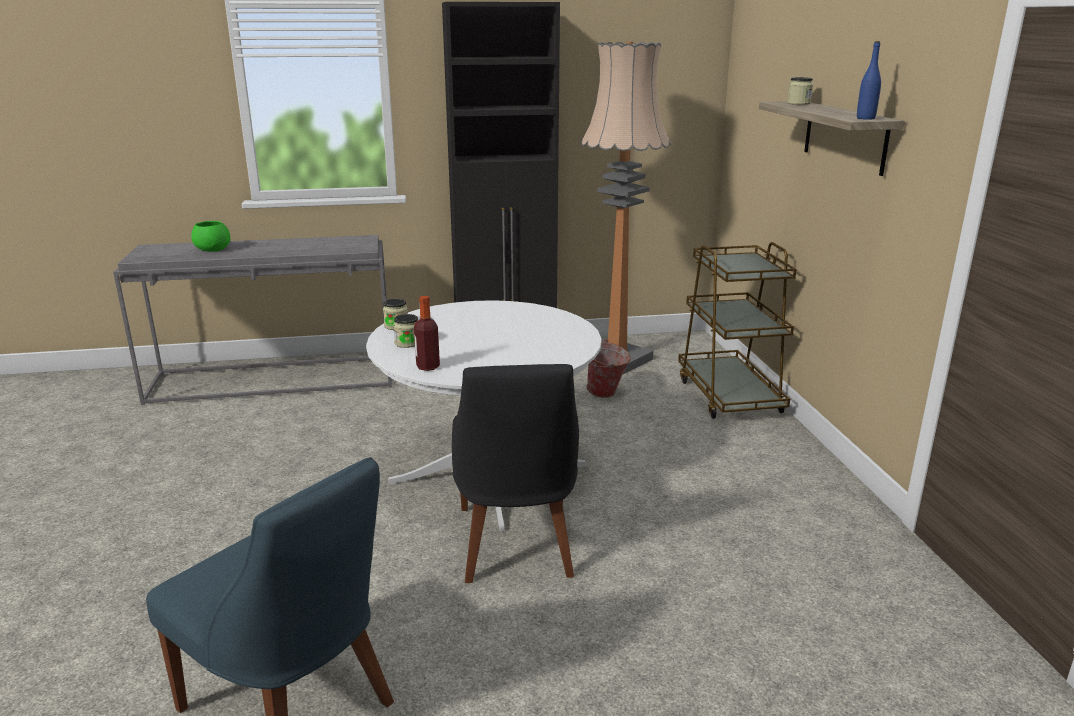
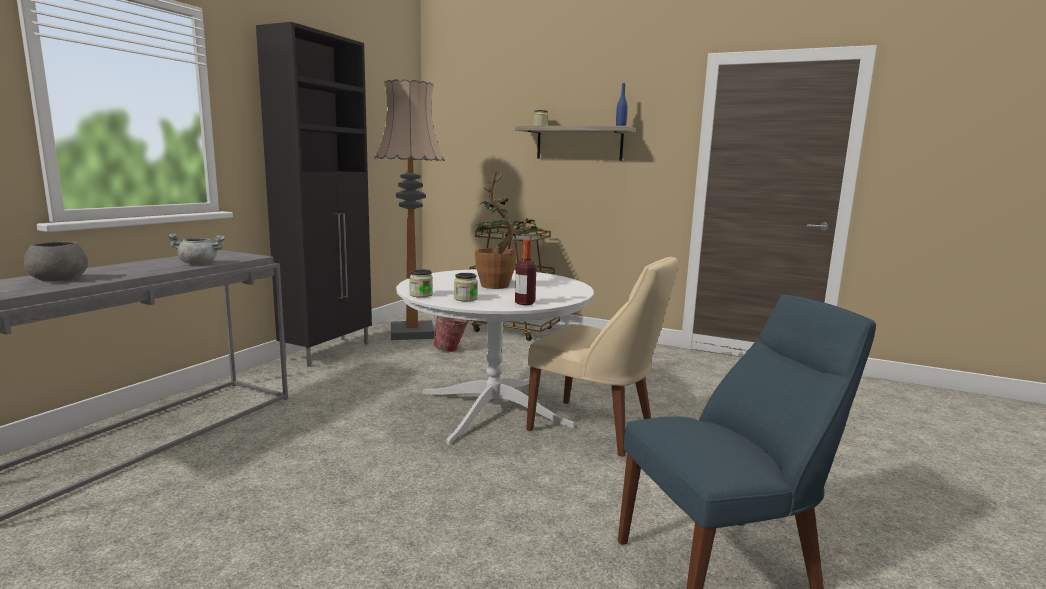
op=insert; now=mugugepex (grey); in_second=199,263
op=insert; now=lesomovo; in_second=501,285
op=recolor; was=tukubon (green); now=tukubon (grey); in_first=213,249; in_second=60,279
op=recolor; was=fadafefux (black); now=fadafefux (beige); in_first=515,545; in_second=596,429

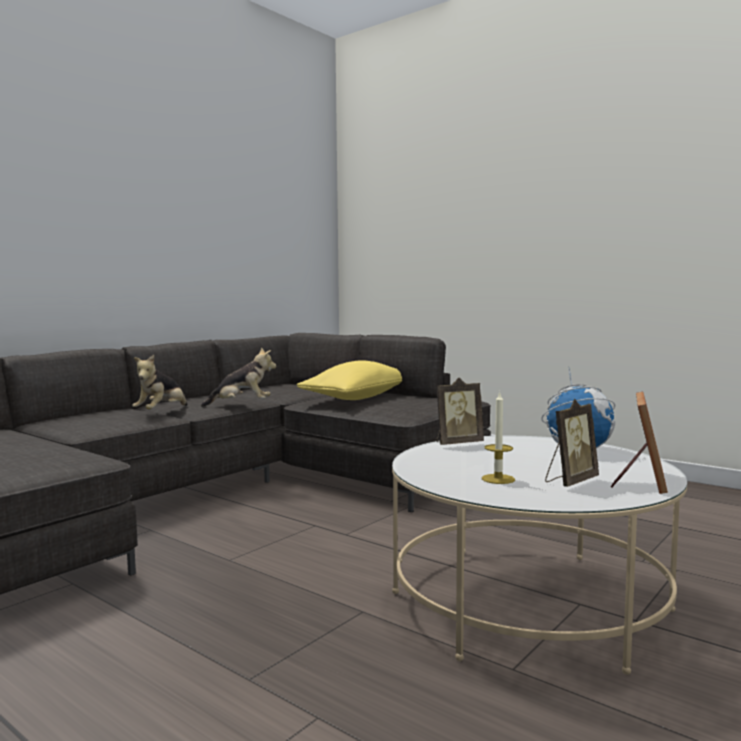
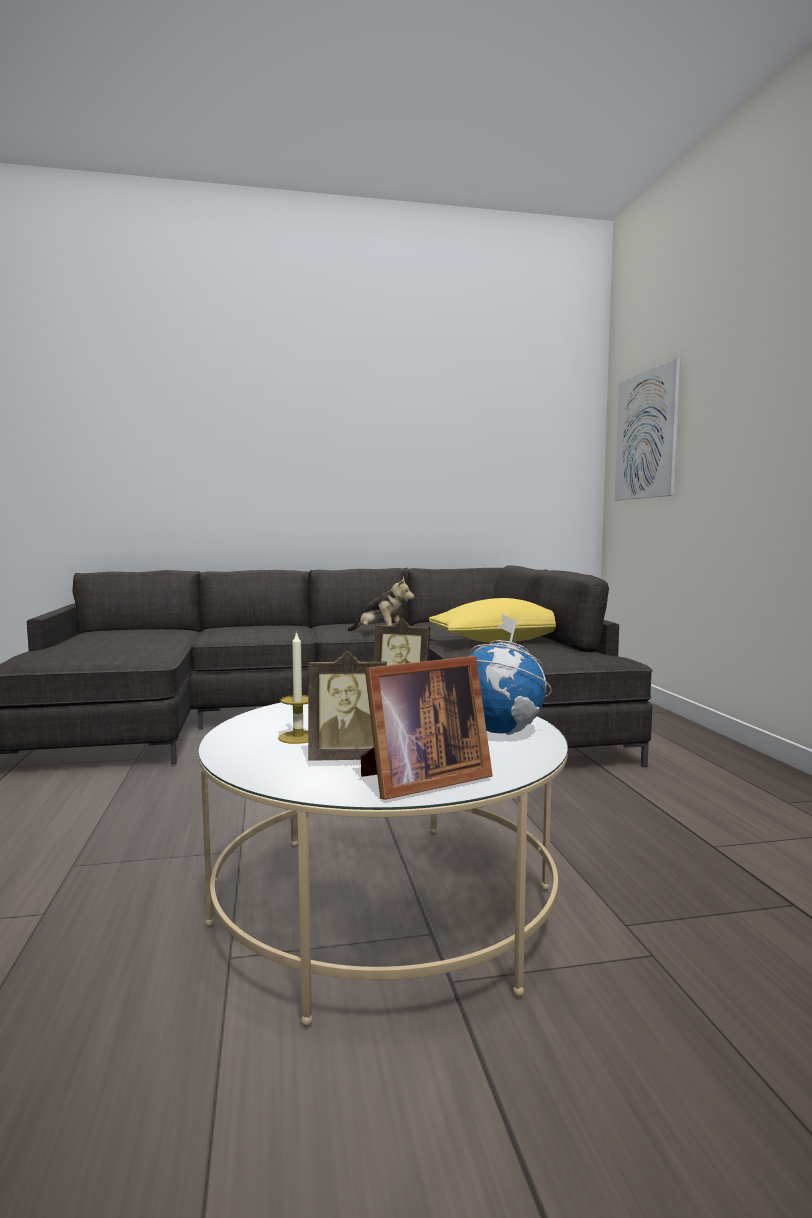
op=delete; was=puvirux; in_first=161,412
op=insert; now=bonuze; in_second=646,435

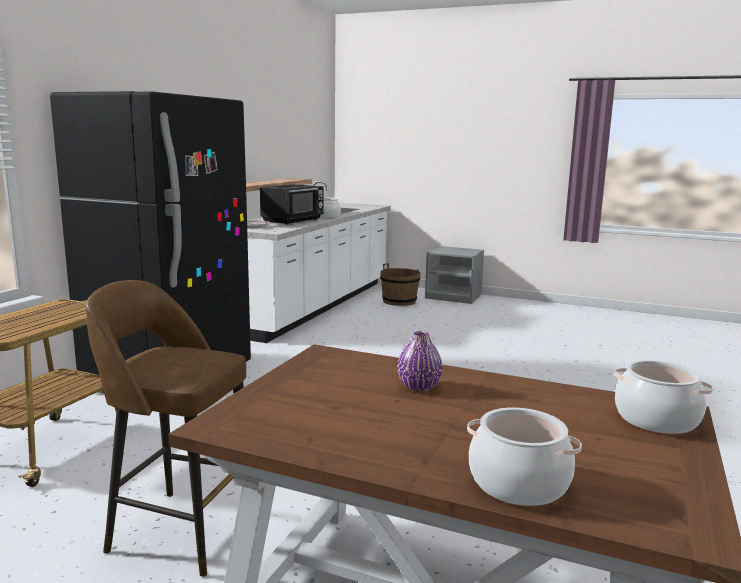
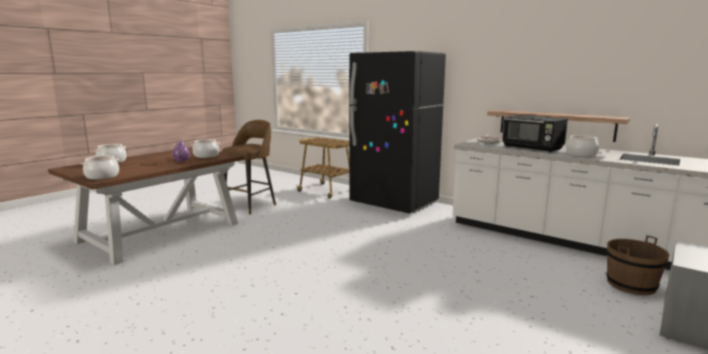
op=insert; now=mugugepex; in_second=206,156

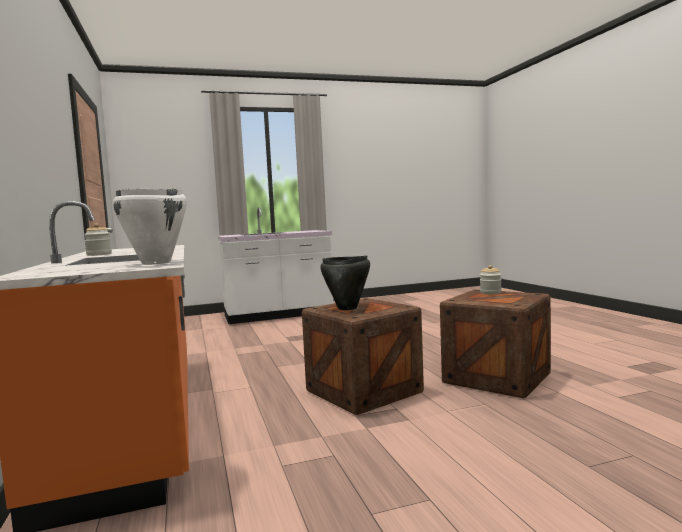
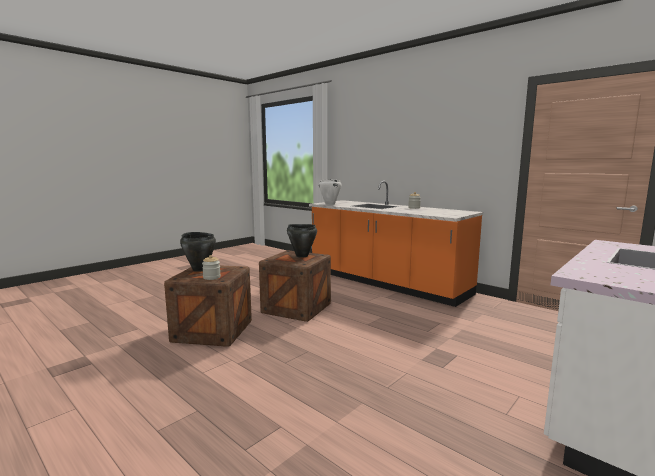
op=insert; now=mugugepex (black); in_second=200,269

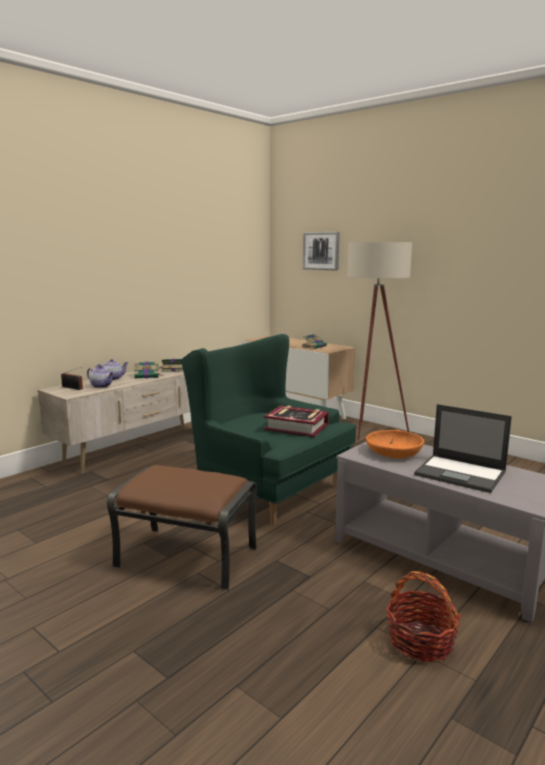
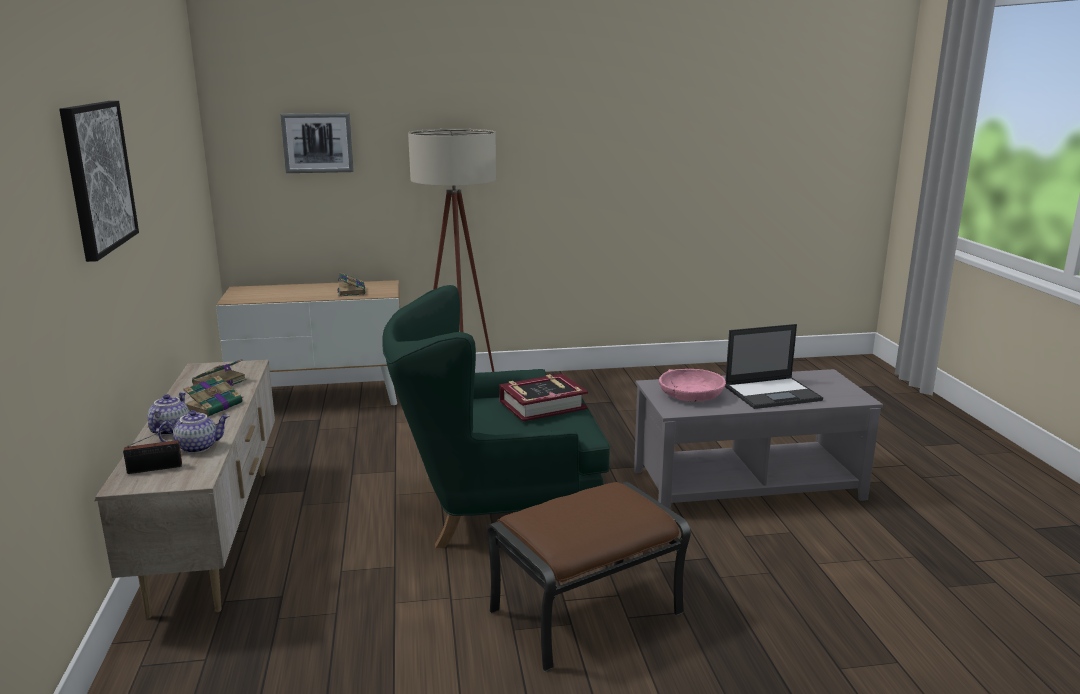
op=delete; was=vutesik; in_first=421,641
op=insert; now=bonuze; in_second=97,177
op=recolor; was=tukubon (orange); now=tukubon (pink); in_first=393,452; in_second=690,394

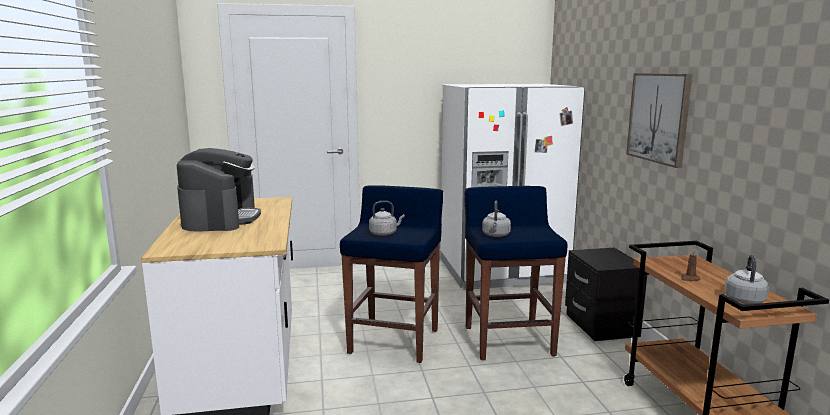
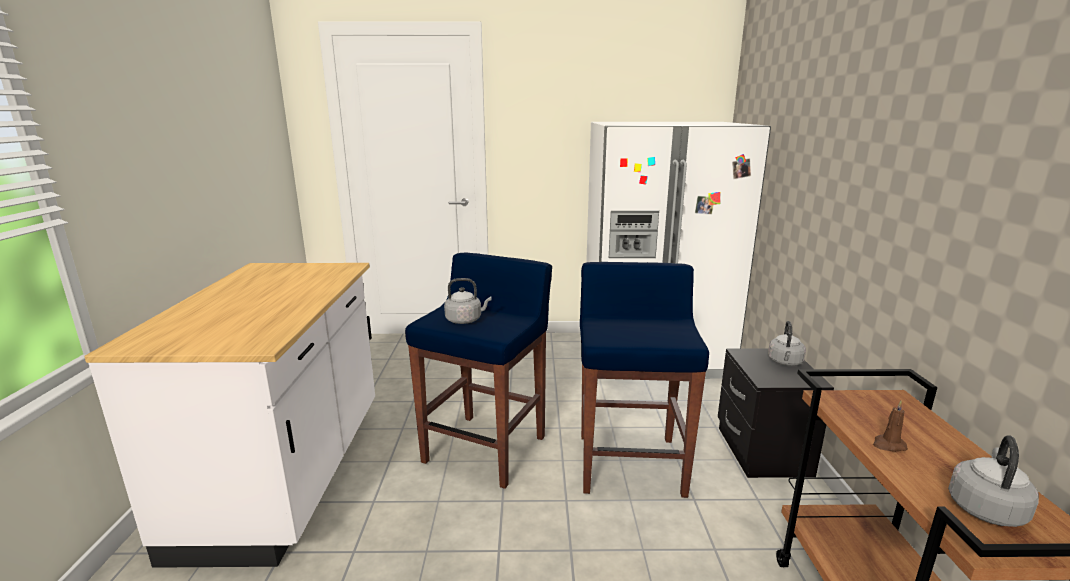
op=delete; was=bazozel; in_first=221,219
op=delete; was=bonuze; in_first=659,117
op=move; was=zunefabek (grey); in_first=496,235; in_second=785,362

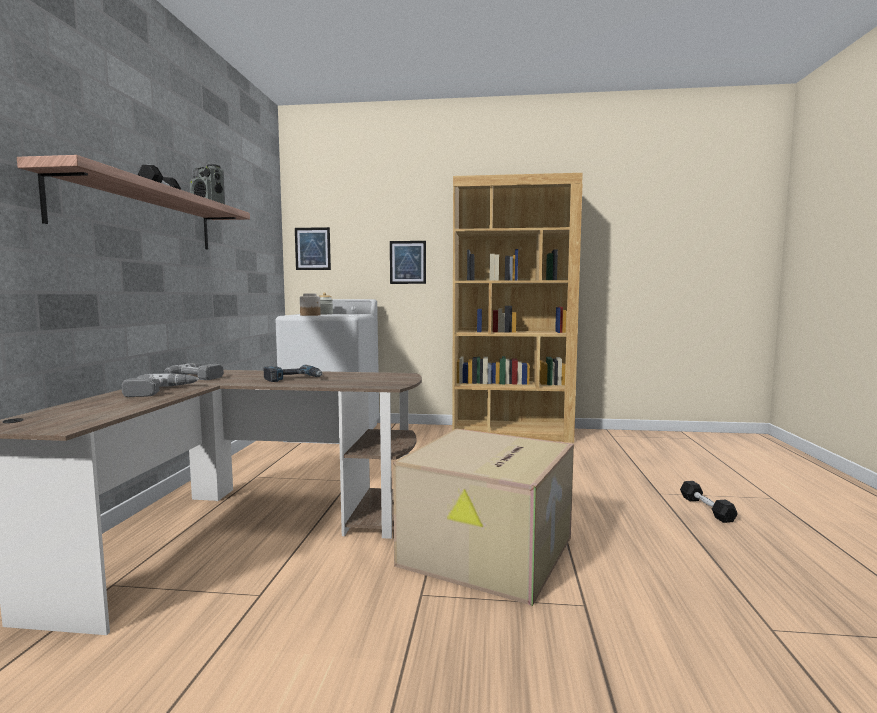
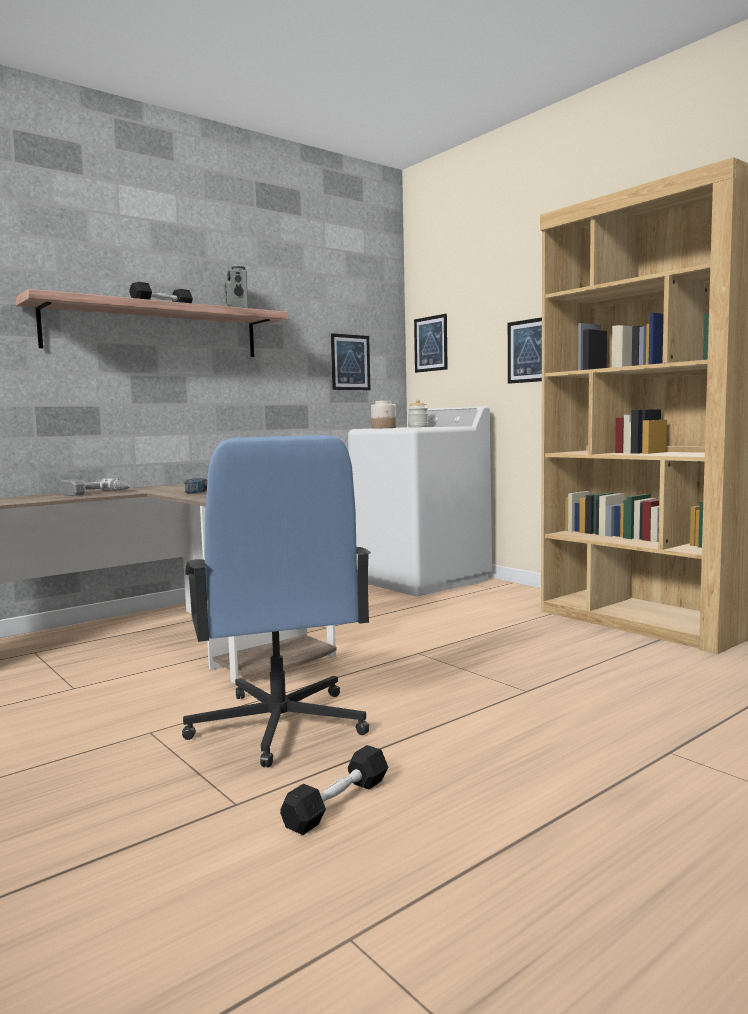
op=delete; was=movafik; in_first=201,376
op=insert; now=bonuze; in_second=350,362
op=move; was=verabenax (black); in_first=706,509; in_second=337,803
op=replace; was=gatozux; now=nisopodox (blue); in_first=488,552; in_second=278,726

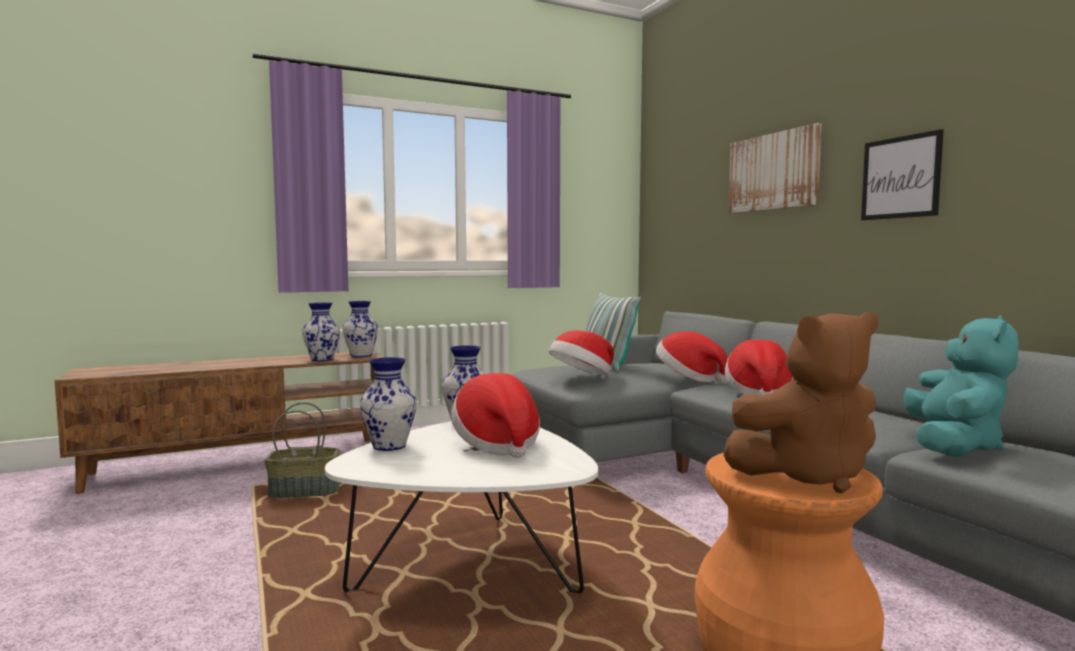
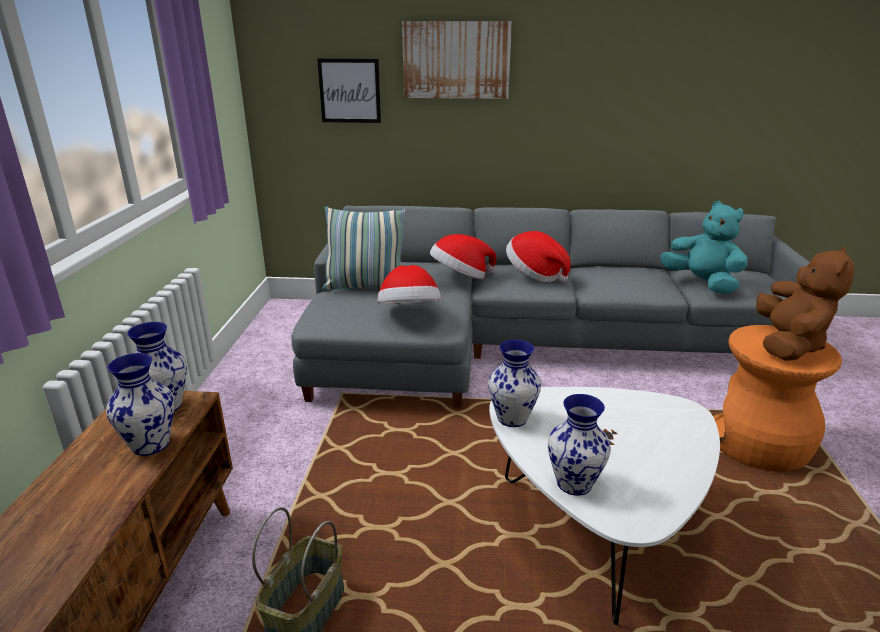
op=delete; was=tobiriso; in_first=497,444
op=move; was=bonuze; in_first=900,177; in_second=349,91

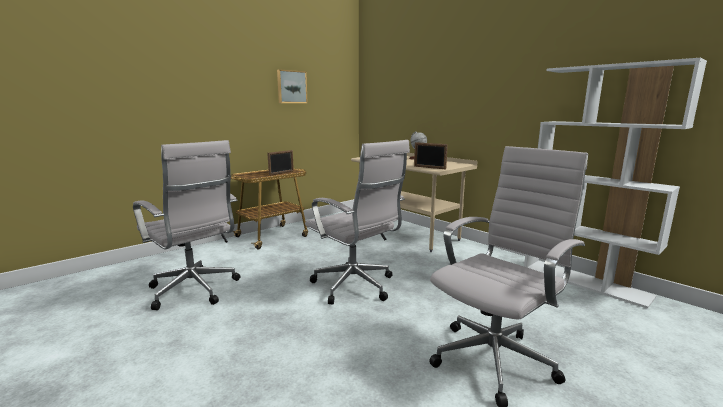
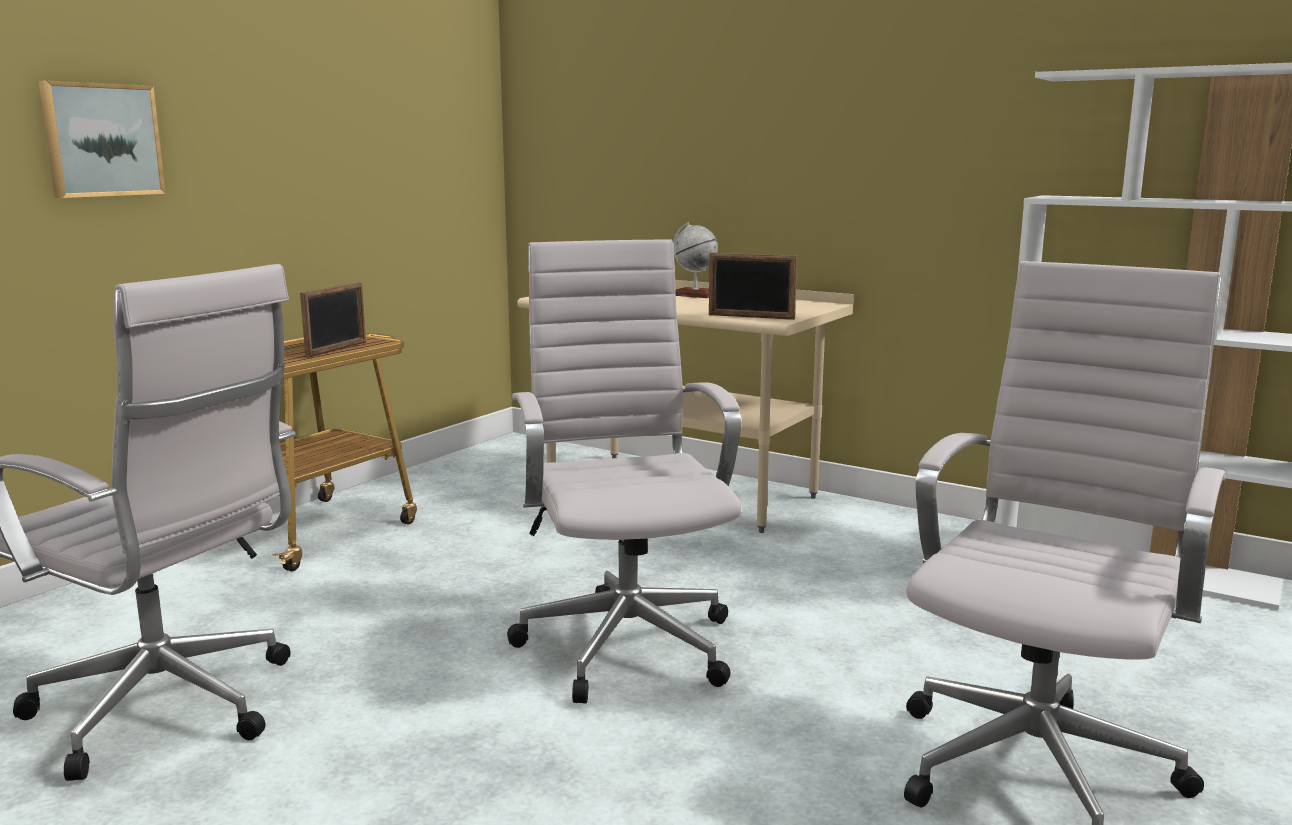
op=move; was=bonuze; in_first=291,87; in_second=101,140
op=rotate; was=nisopodox (white); in_first=356,287; in_second=625,642; clockwise=-135

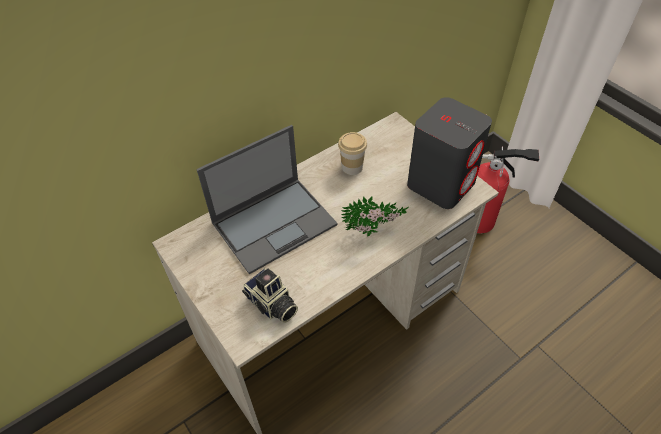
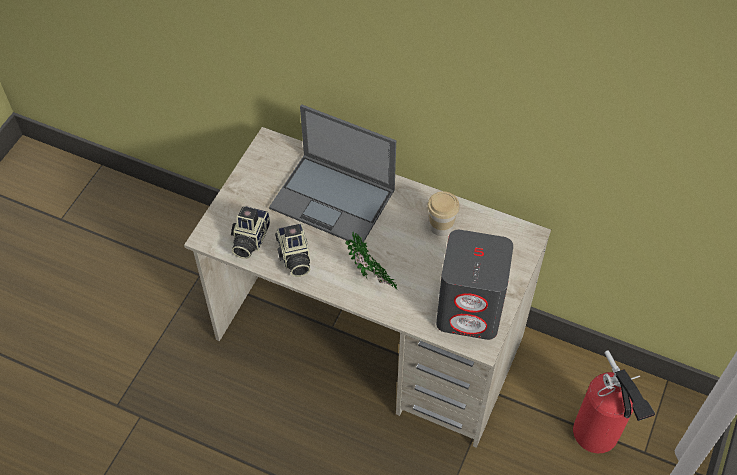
op=insert; now=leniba; in_second=294,257

